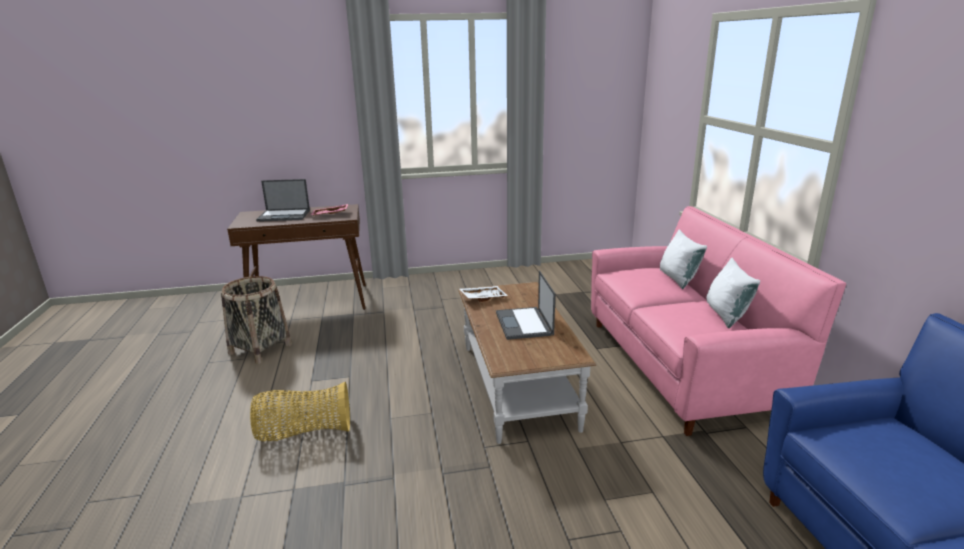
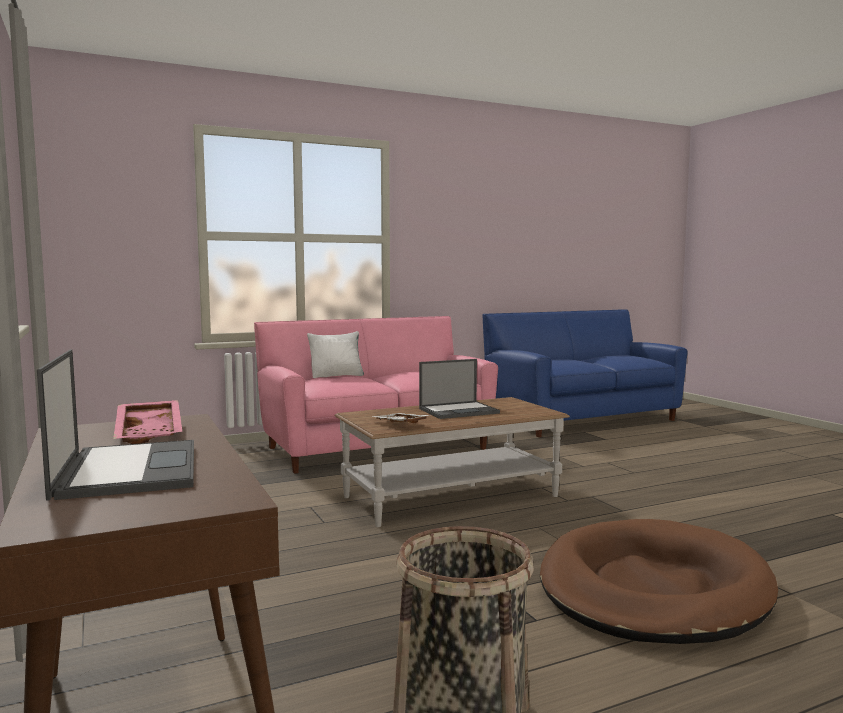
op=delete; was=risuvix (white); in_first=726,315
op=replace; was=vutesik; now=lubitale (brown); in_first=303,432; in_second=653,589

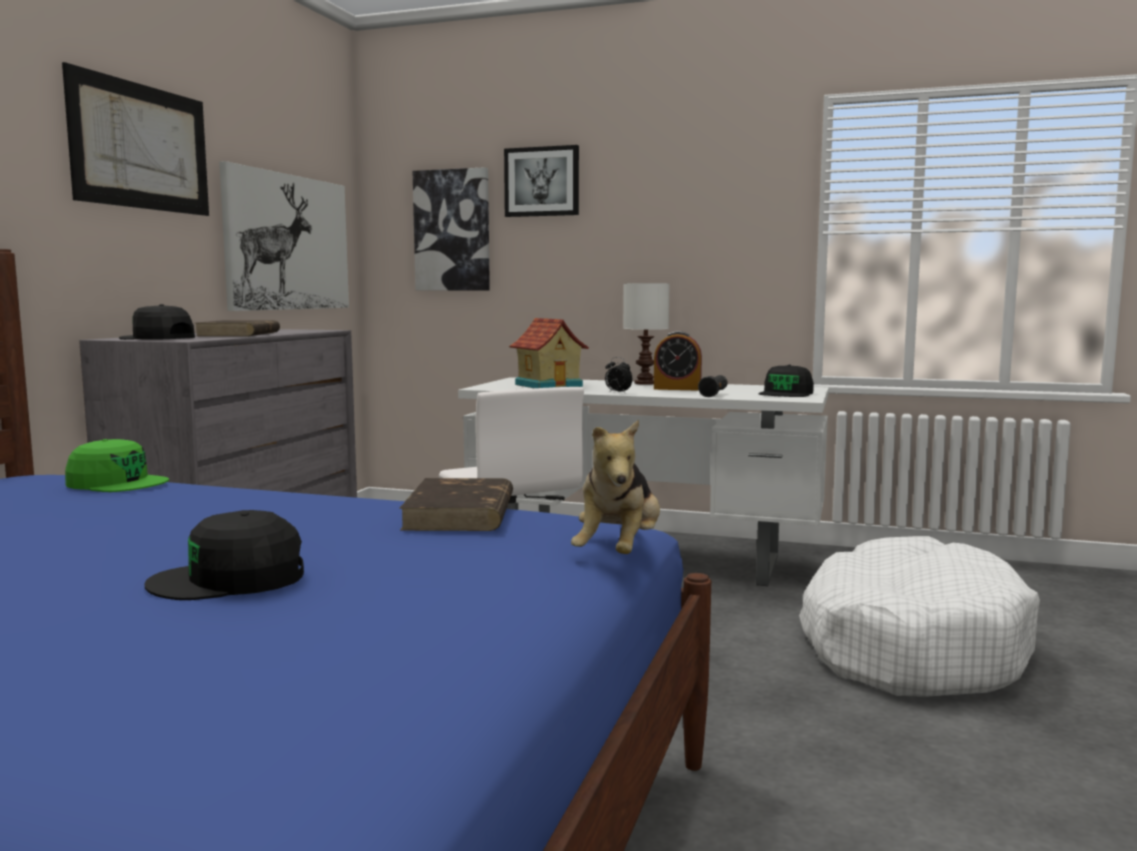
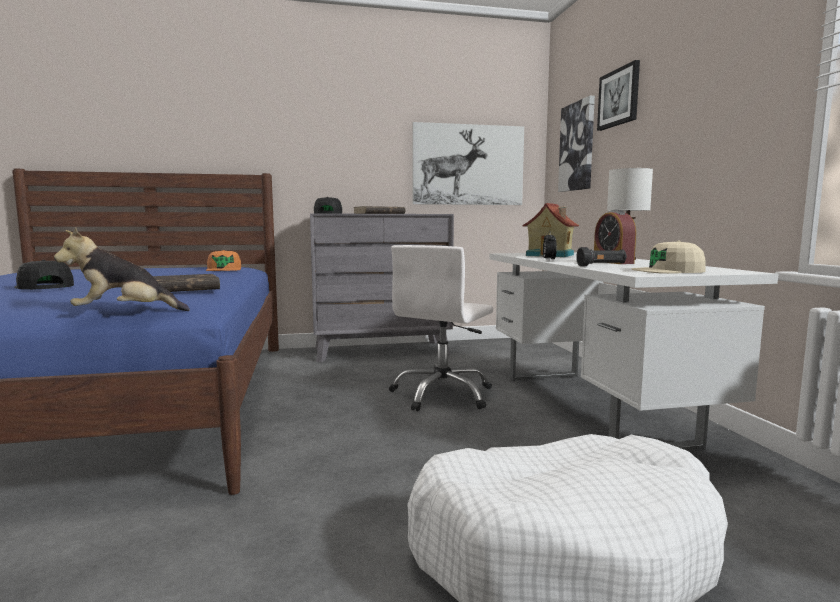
op=delete; was=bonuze; in_first=141,147
op=recolor; was=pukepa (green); now=pukepa (orange); in_first=117,483; in_second=224,269
op=recolor; was=pukepa (black); now=pukepa (beige); in_first=786,394; in_second=668,271

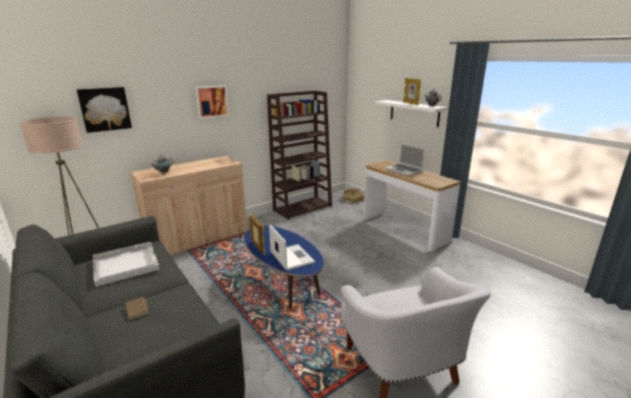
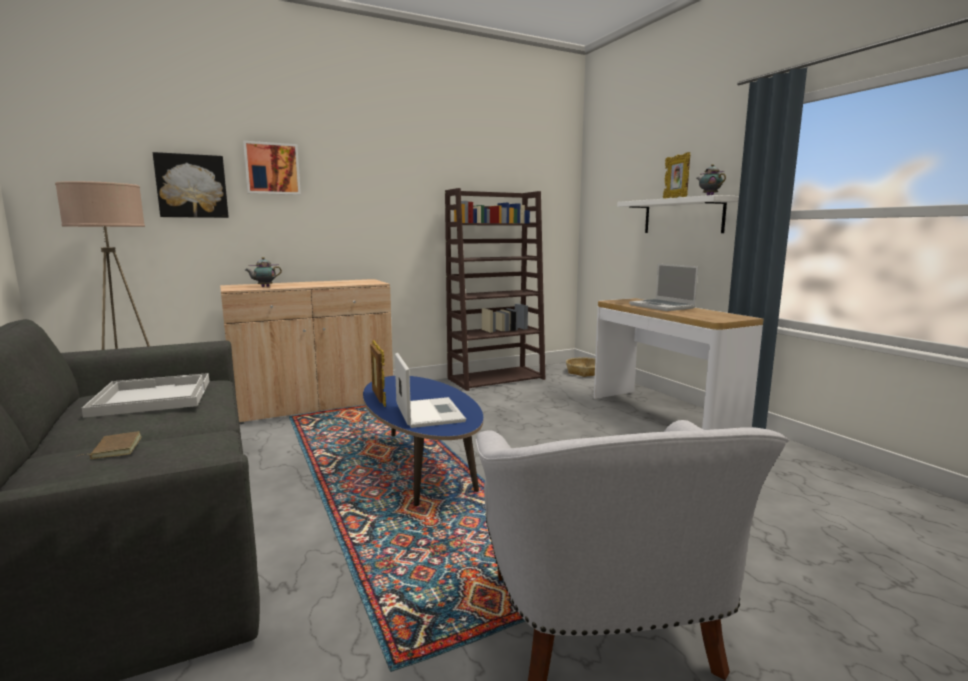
op=move; was=bonuze; in_first=211,101; in_second=272,169

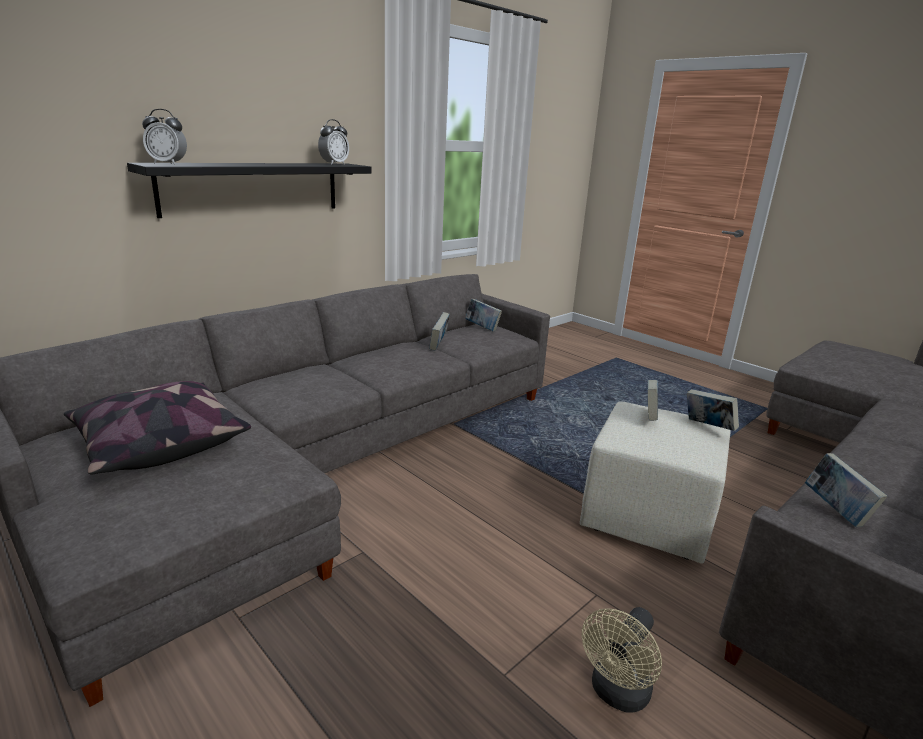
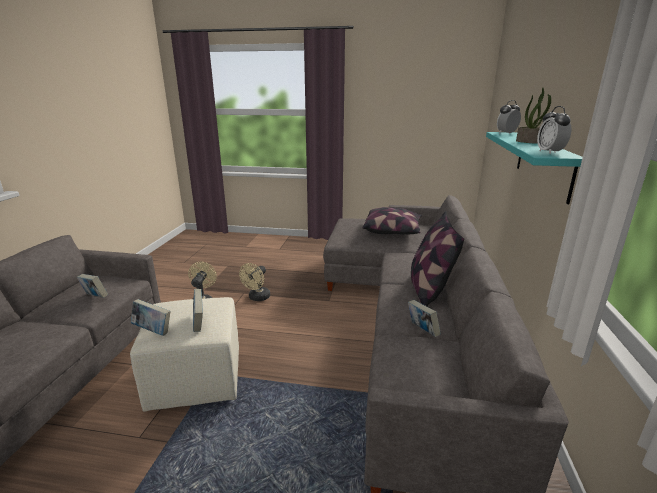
op=delete; was=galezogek; in_first=482,328
op=insert; now=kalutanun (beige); in_second=257,298
op=insert; now=risuvix; in_second=428,290
op=insert; now=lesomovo; in_second=531,142
op=recolor; was=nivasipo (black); now=nivasipo (turquoise); in_first=253,188; in_second=543,163

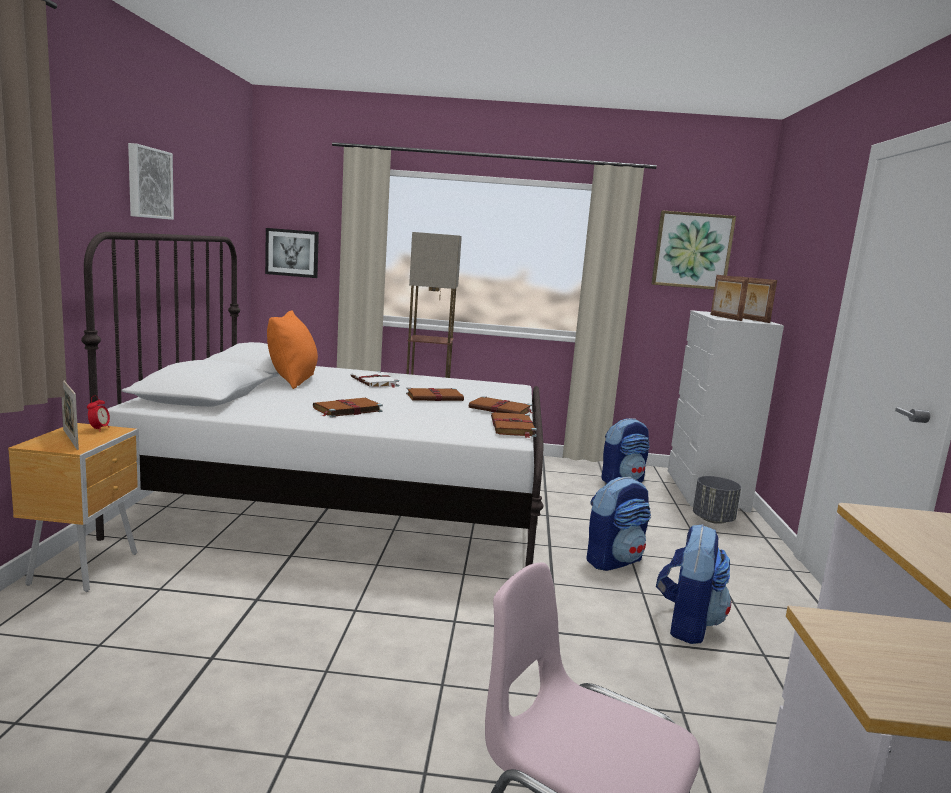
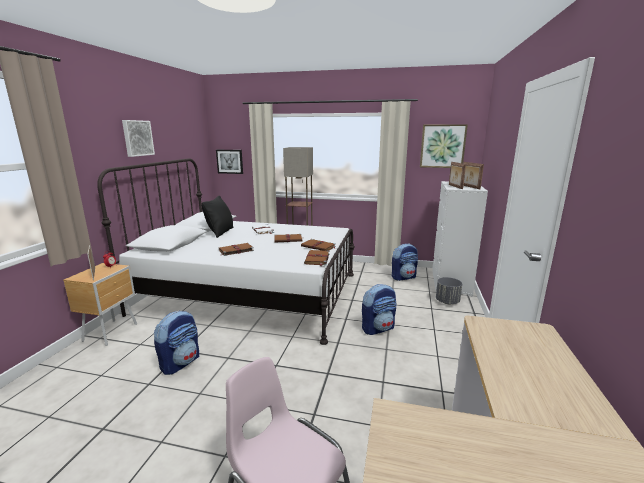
op=move; was=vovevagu; in_first=687,624; in_second=180,362
op=recolor; was=risuvix (orange); now=risuvix (black); in_first=293,381; in_second=220,232

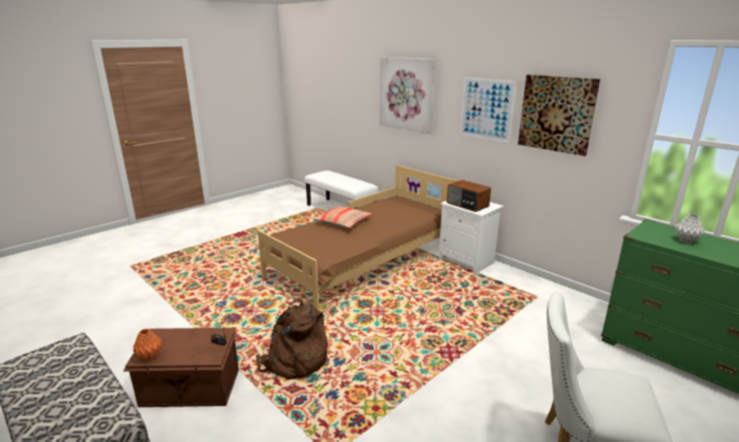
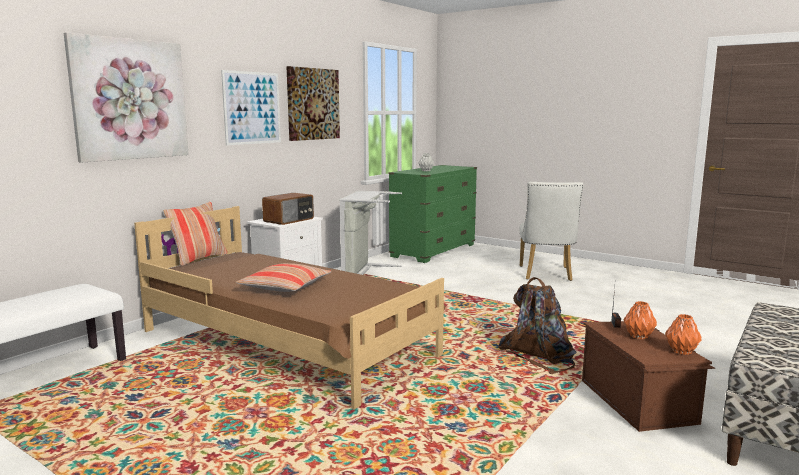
op=insert; now=risuvix; in_second=198,259
op=insert; now=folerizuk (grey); in_second=365,273
op=insert; now=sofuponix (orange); in_second=639,336

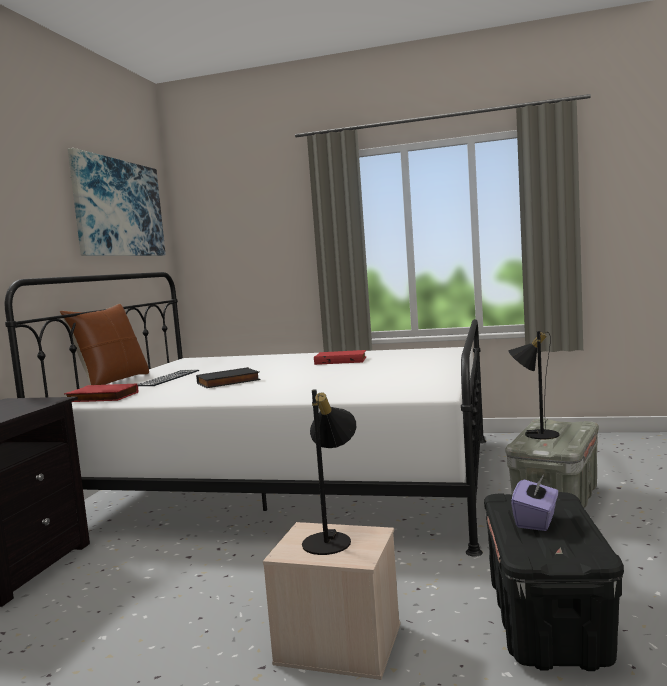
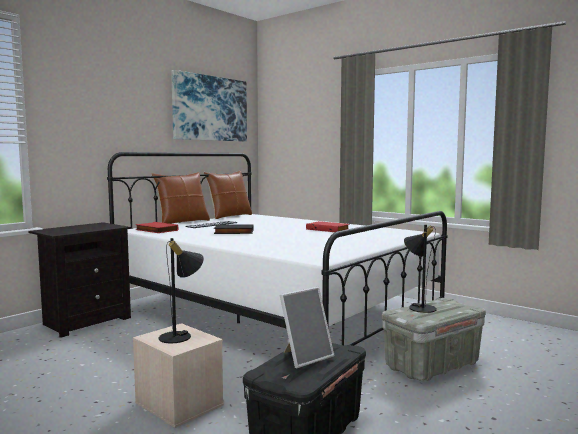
op=insert; now=risuvix (brown); in_second=229,216
op=replace; was=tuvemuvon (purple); now=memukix; in_first=536,520; in_second=305,357

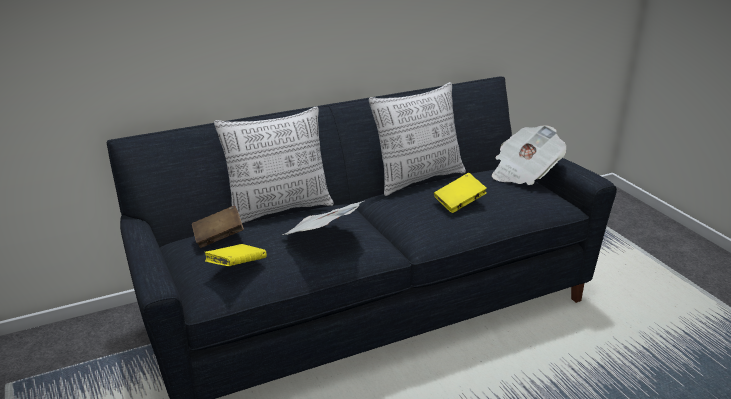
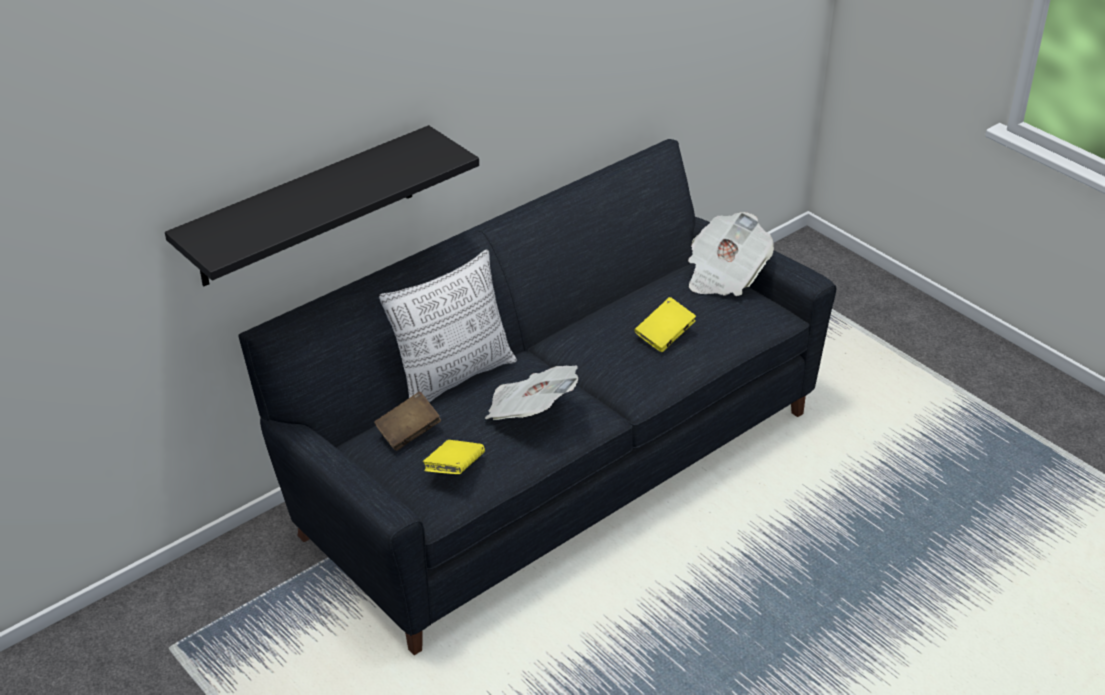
op=delete; was=risuvix; in_first=418,179
op=insert; now=nivasipo (black); in_second=307,207

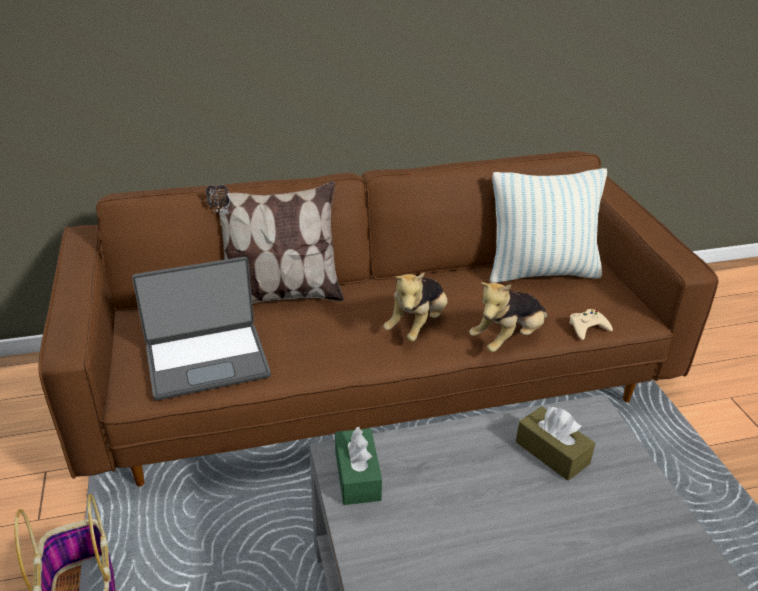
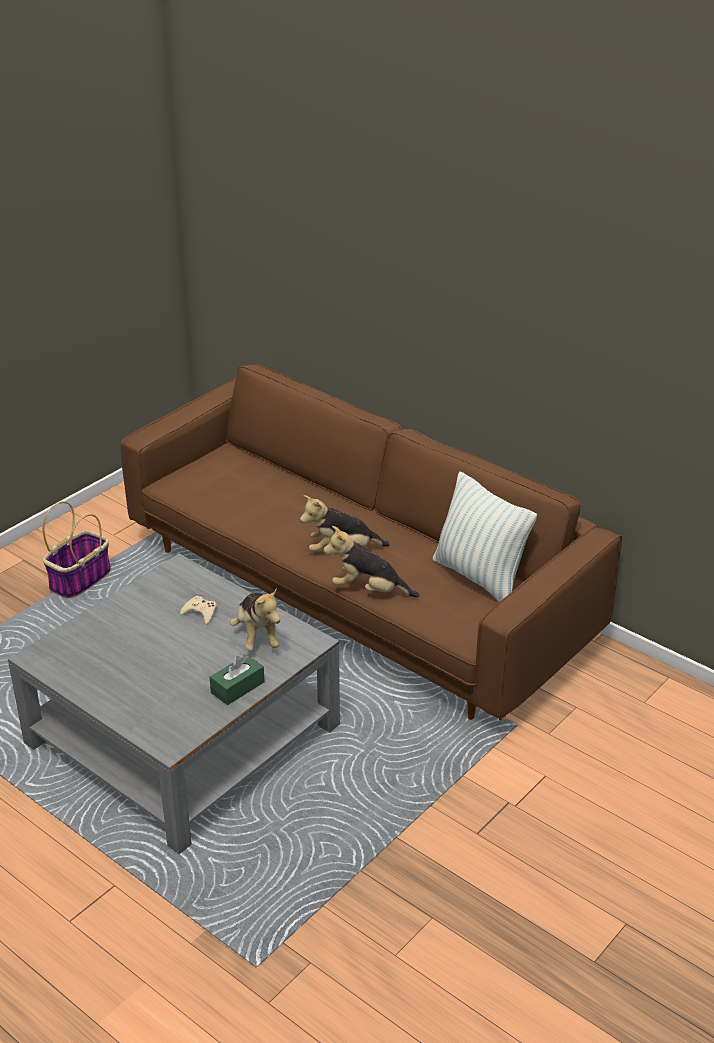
op=delete; was=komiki; in_first=207,360
op=delete; was=risuvix; in_first=280,295
op=move; was=tuvemuvon (green); in_first=357,476; in_second=237,687
op=move; was=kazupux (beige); in_first=587,327; in_second=200,613
op=replace; was=tuvemuvon (brown); now=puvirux; in_first=552,452; in_second=257,636

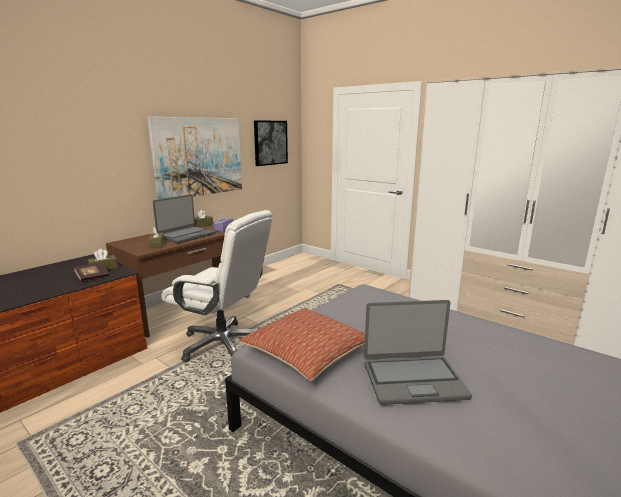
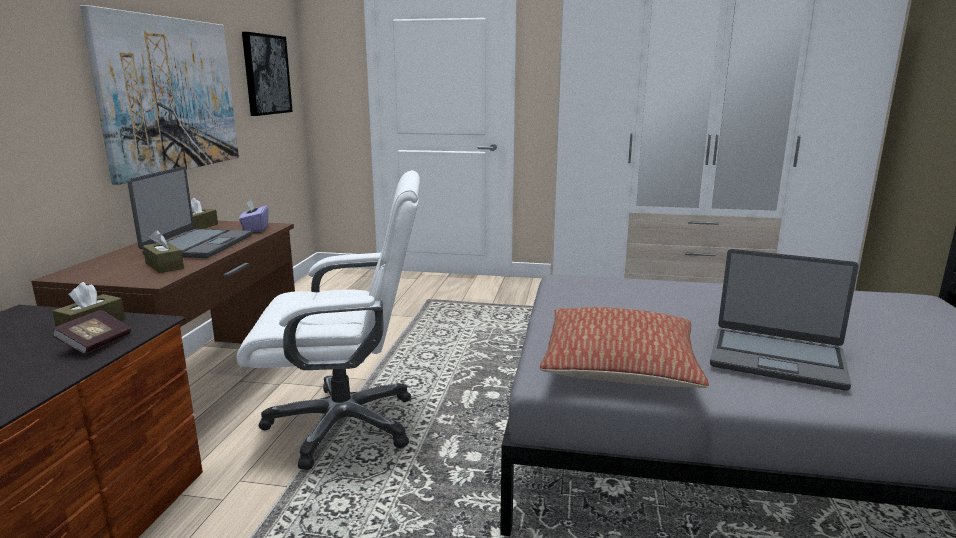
op=rotate; was=komiki; in_first=413,379; in_second=776,359; clockwise=60

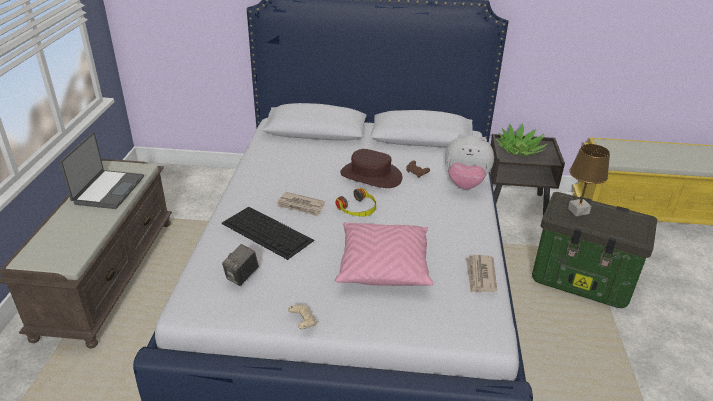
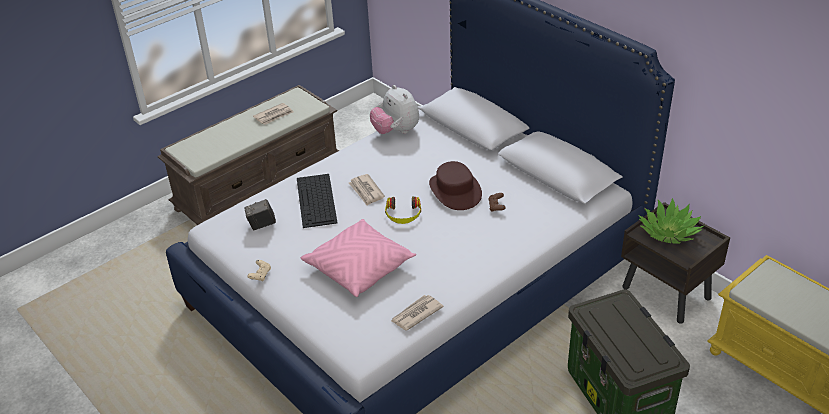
op=delete; was=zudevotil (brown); in_first=578,211
op=move; was=puvirux; in_first=465,184; in_second=396,131
op=replace; was=komiki; now=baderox; in_first=108,190; in_second=274,115

